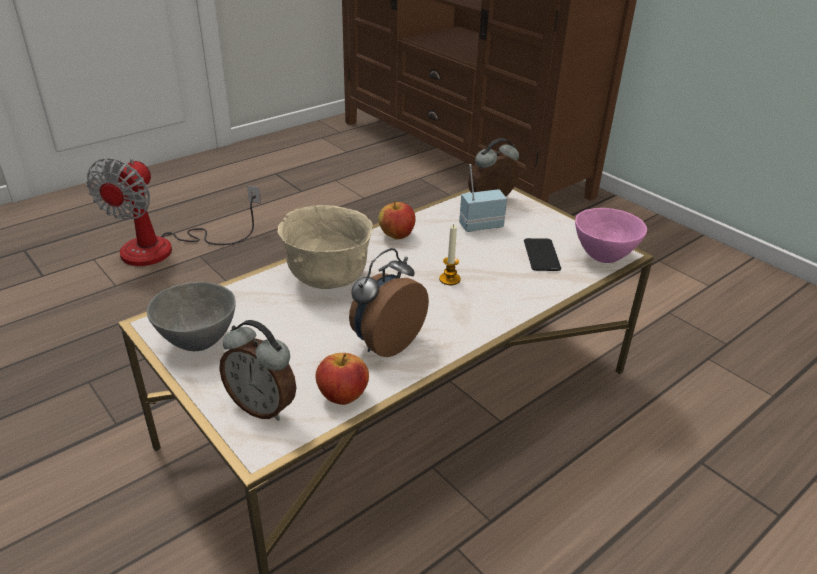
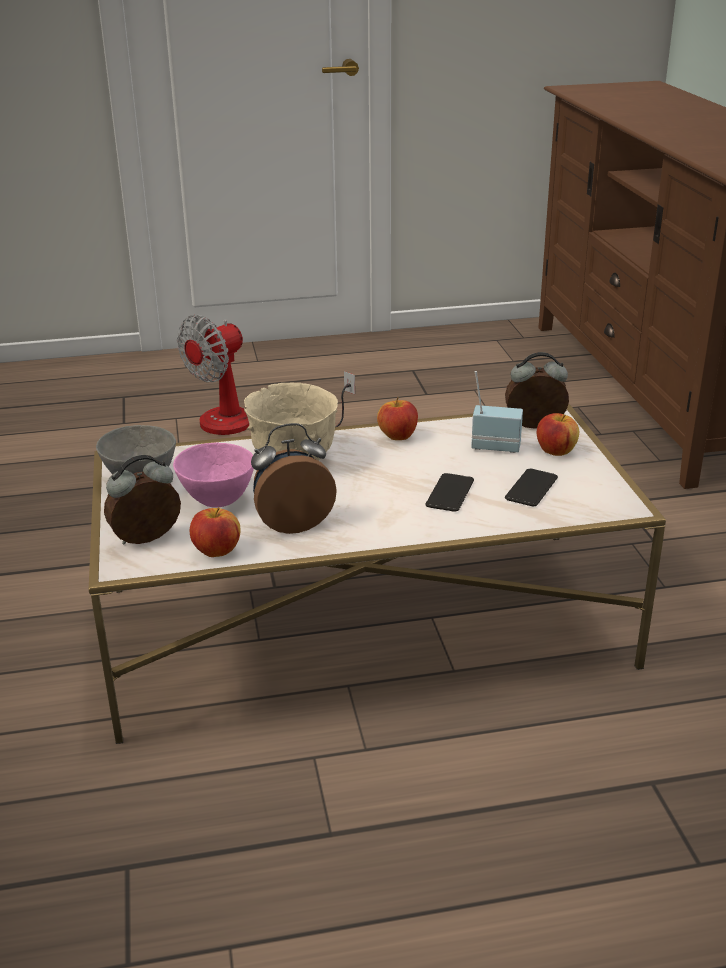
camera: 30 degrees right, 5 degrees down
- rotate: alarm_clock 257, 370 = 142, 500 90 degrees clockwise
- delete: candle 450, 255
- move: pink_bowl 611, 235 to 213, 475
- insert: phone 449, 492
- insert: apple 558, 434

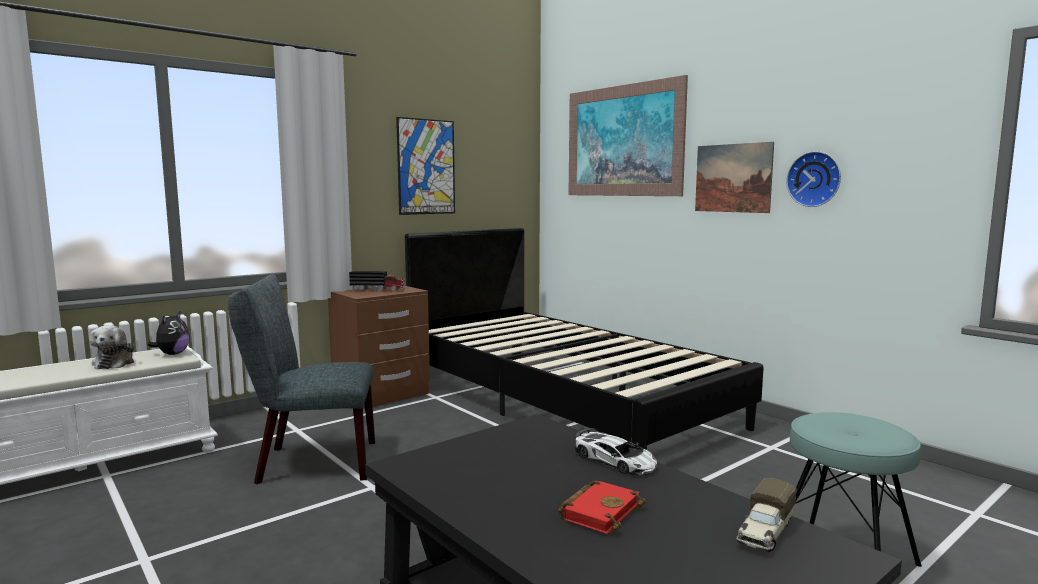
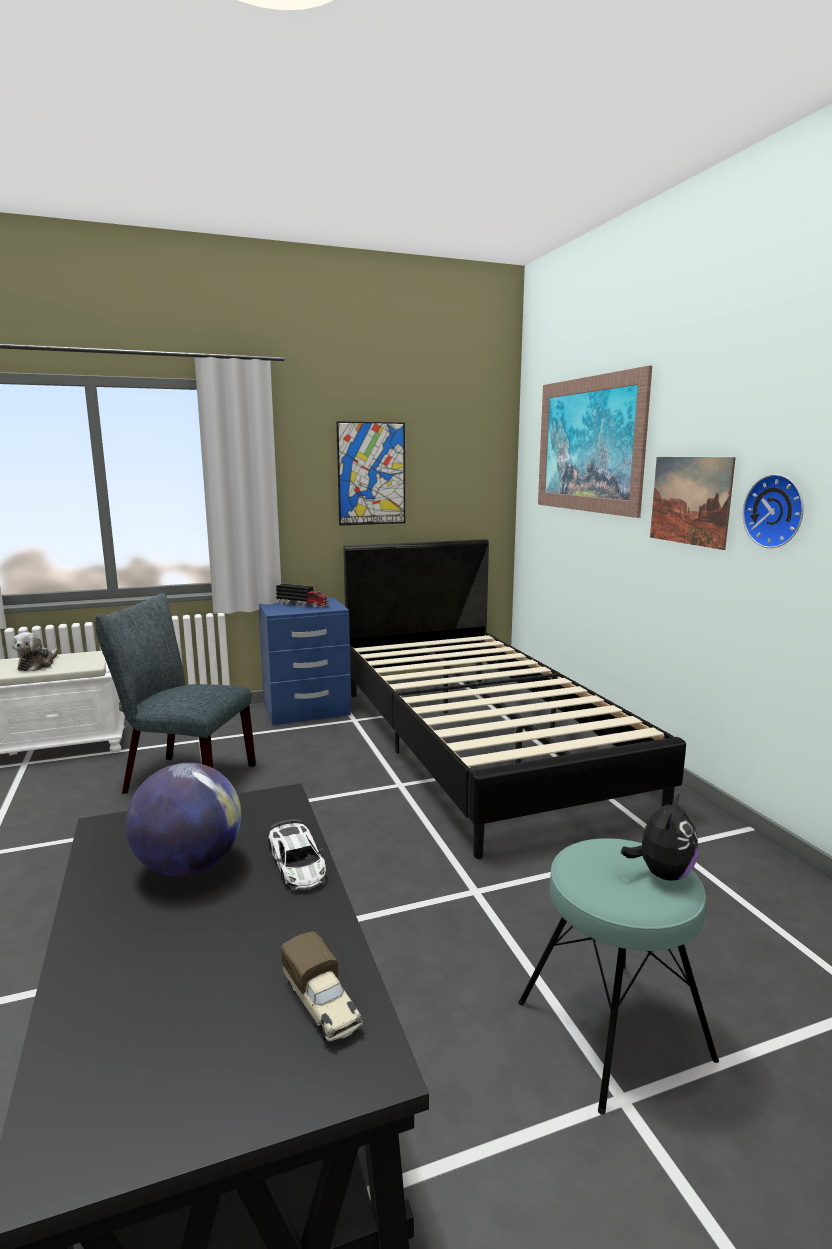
camera: 20 degrees right, 5 degrees up
- move: plush_toy 169, 333 to 659, 837
- recolor: brown_nightstand 379, 347 to blue_nightstand 305, 661
- delete: red_book 601, 507
- rotate: toy_truck 766, 515 = 322, 986 90 degrees counterclockwise
- insert: globe 183, 820

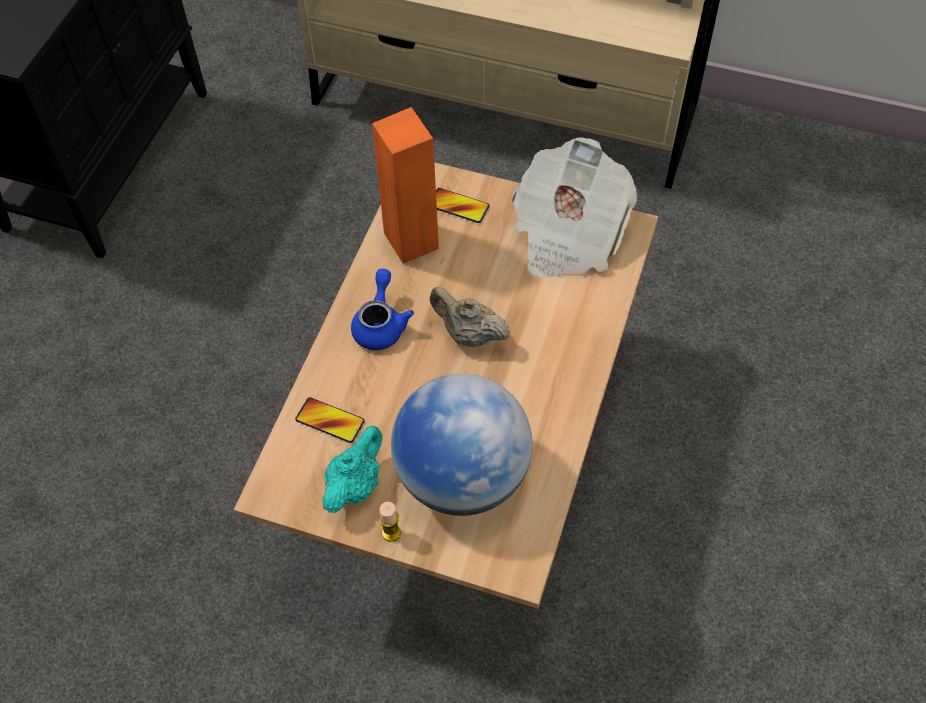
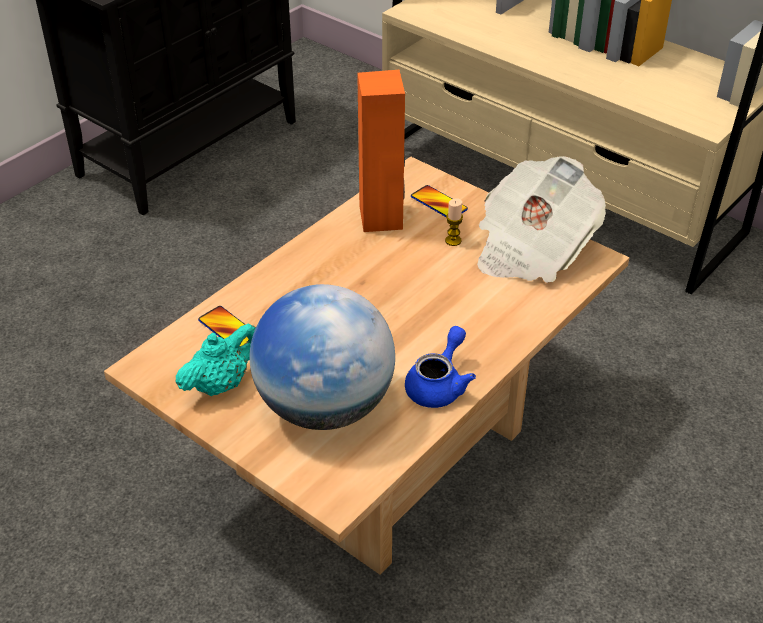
camera: 20 degrees right, 15 degrees down
- move: blue_teapot 382, 309 to 440, 367
- move: candle 390, 522 to 454, 222
- delete: beige_teapot 470, 317

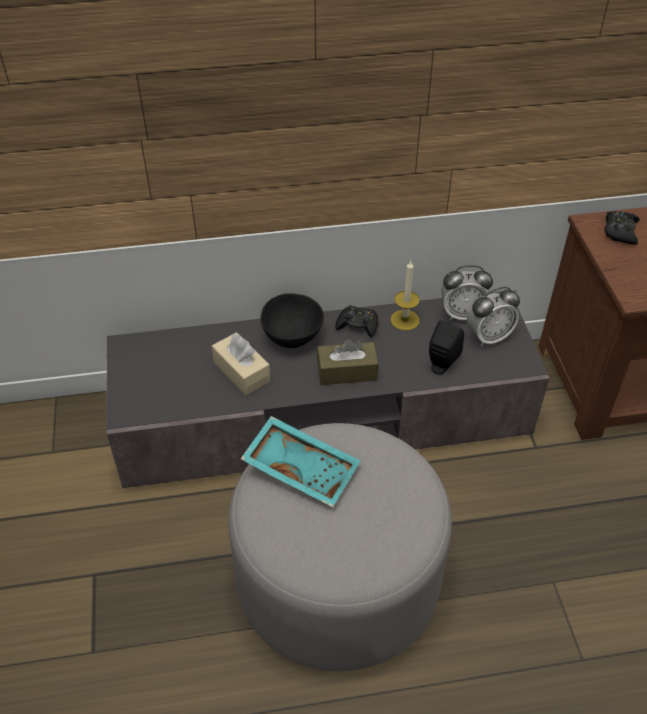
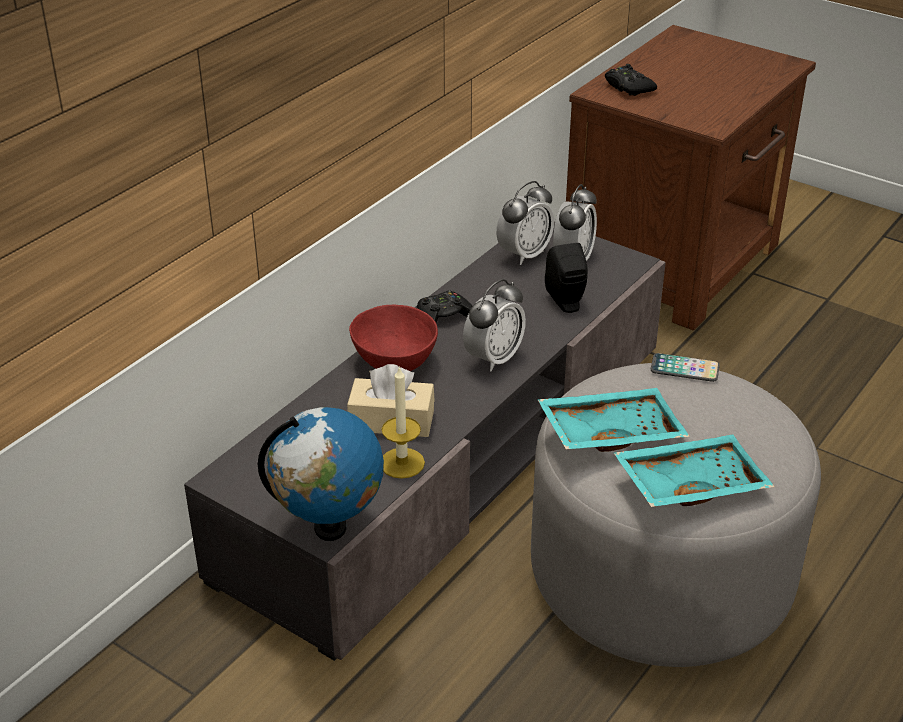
camera: 45 degrees left, 10 degrees down
- recolor: black_bowl 292, 320 to red_bowl 393, 338
- replace: brown_tissue_box 348, 362 to alarm_clock 494, 325
- move: candle 405, 296 to 403, 422
- insert: globe 321, 474
- insert: turquoise_tray 694, 471
- insert: phone 685, 367

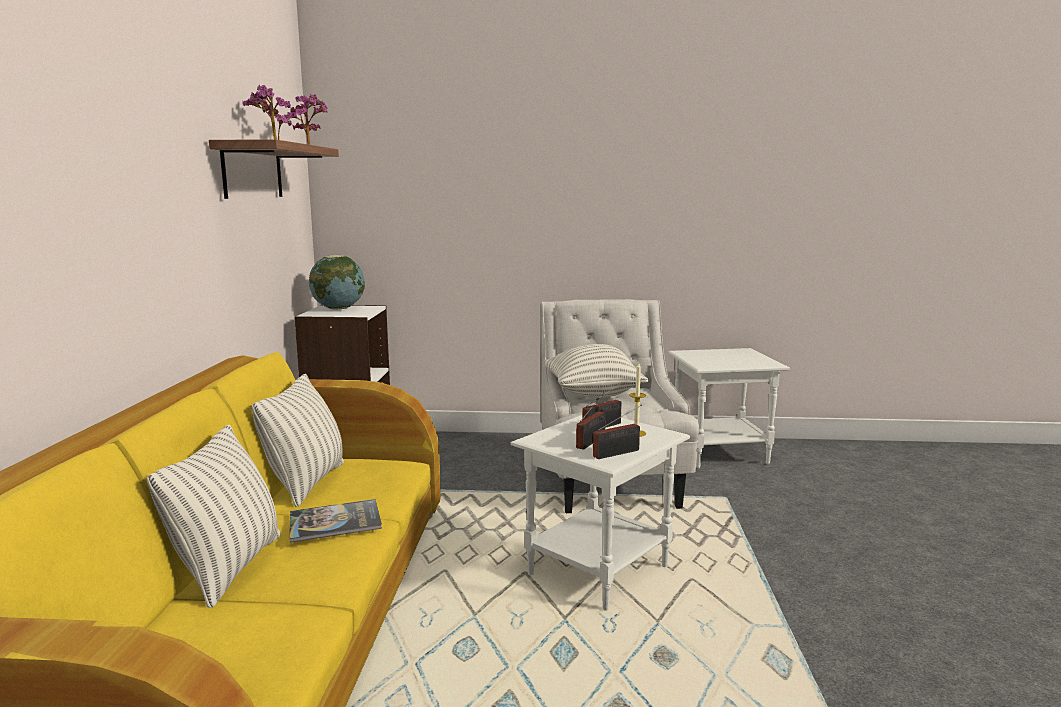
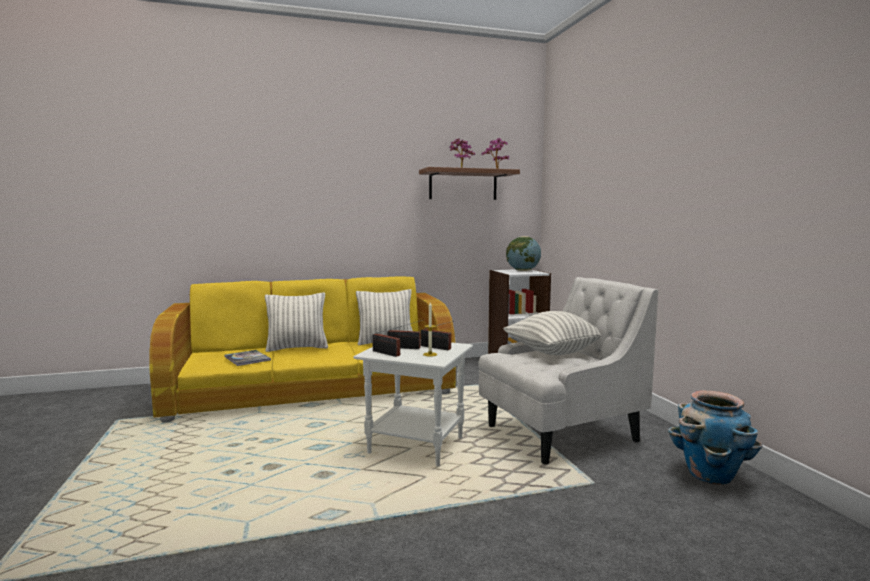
camera: 70 degrees right, 5 degrees down
- move: book 335, 521 to 248, 358
- replace: white_side_table 729, 408 to planter 715, 437

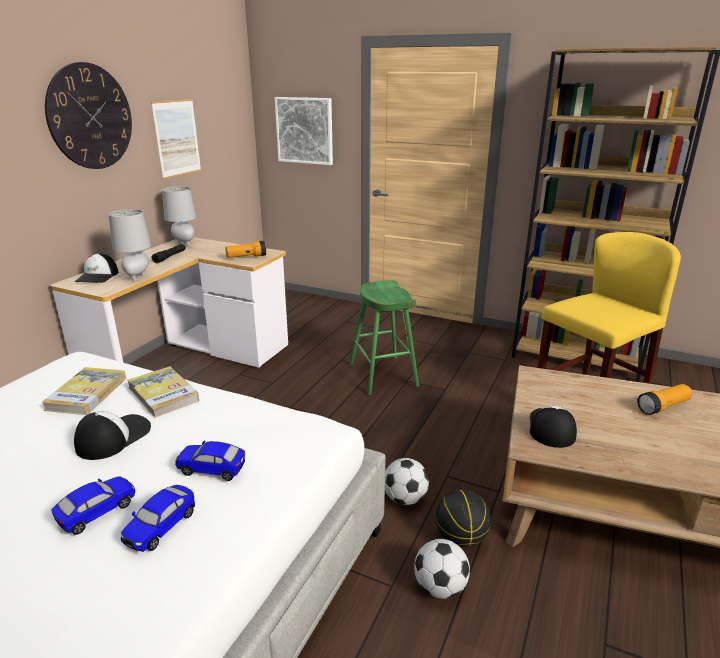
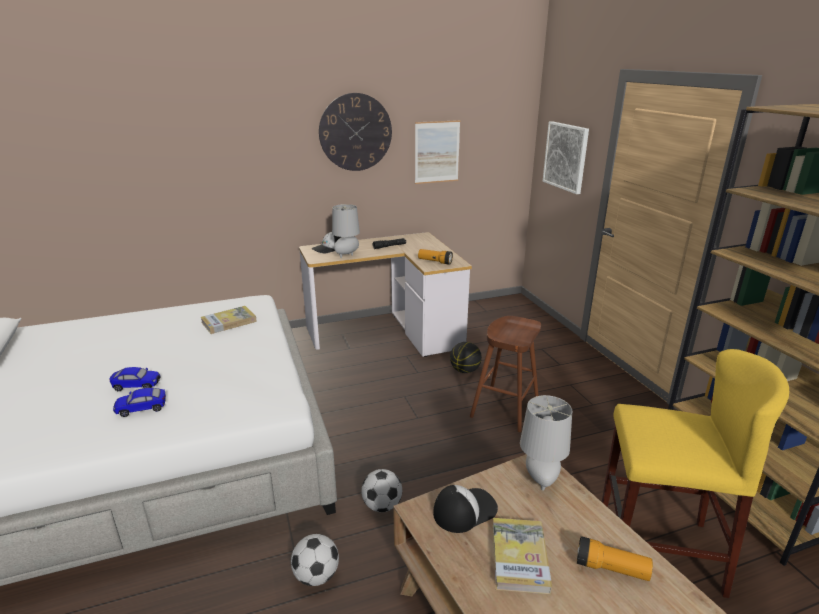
camera: 45 degrees right, 0 degrees up
- delete: cap 112, 435
- move: book 163, 392 to 522, 556
- move: grey_table_lamp 179, 216 to 546, 443
- delete: toy_car 210, 461
- recolor: green_stool 384, 337 to brown_stool 505, 374
- move: basketball 463, 518 to 466, 357

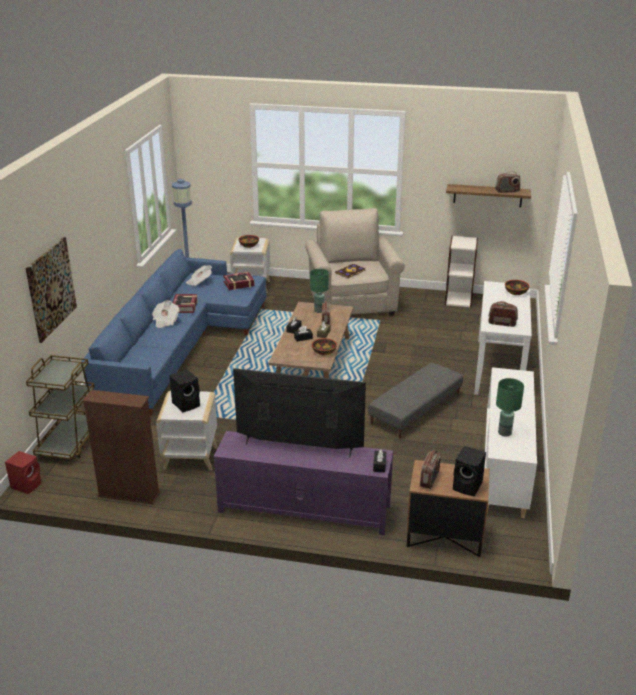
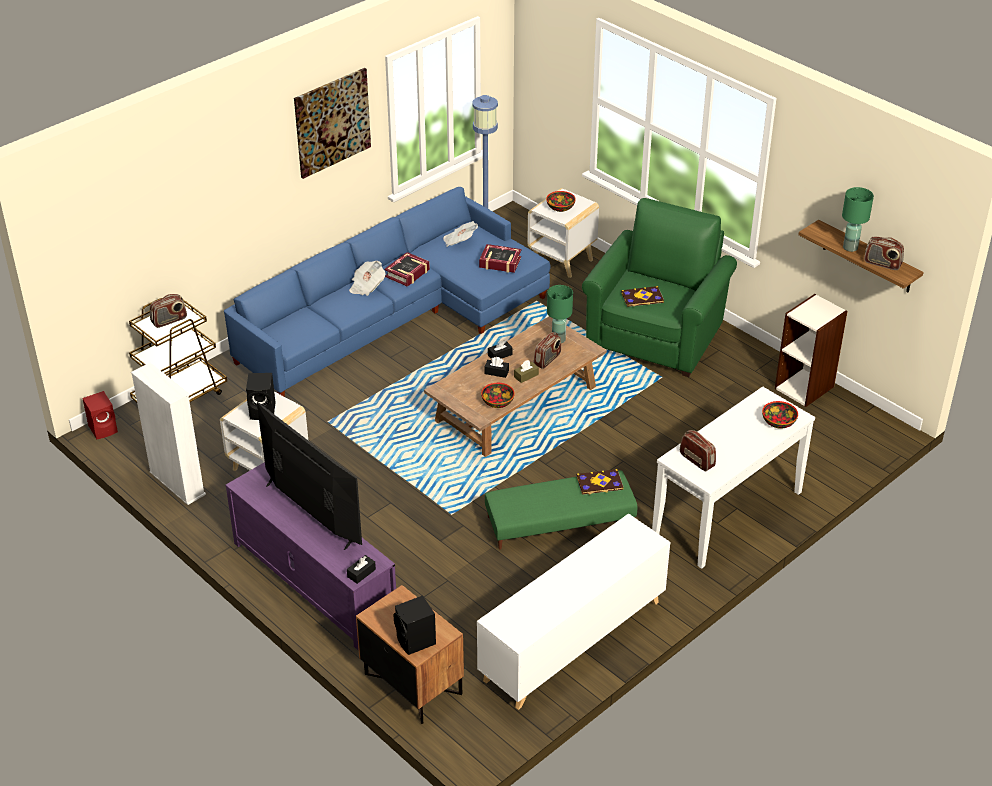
camera: 35 degrees right, 10 degrees up
- move: picture 51, 290 to 332, 123
- recolor: brown_bookcase 121, 447 to white_bookcase 168, 434
- recolor: beige_armchair 355, 262 to green_armchair 659, 287
- recolor: grey_ottoman 415, 400 to green_ottoman 561, 510
- move: radio 430, 469 to 168, 311
- move: green_table_lamp 510, 407 to 858, 219
- insert: book 600, 482

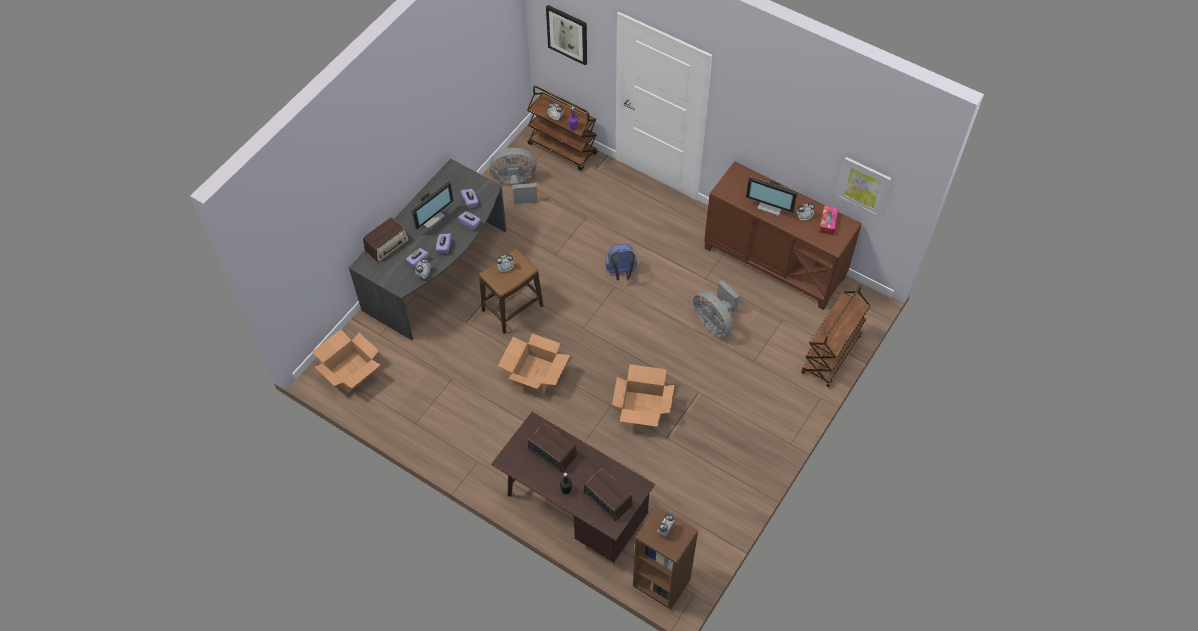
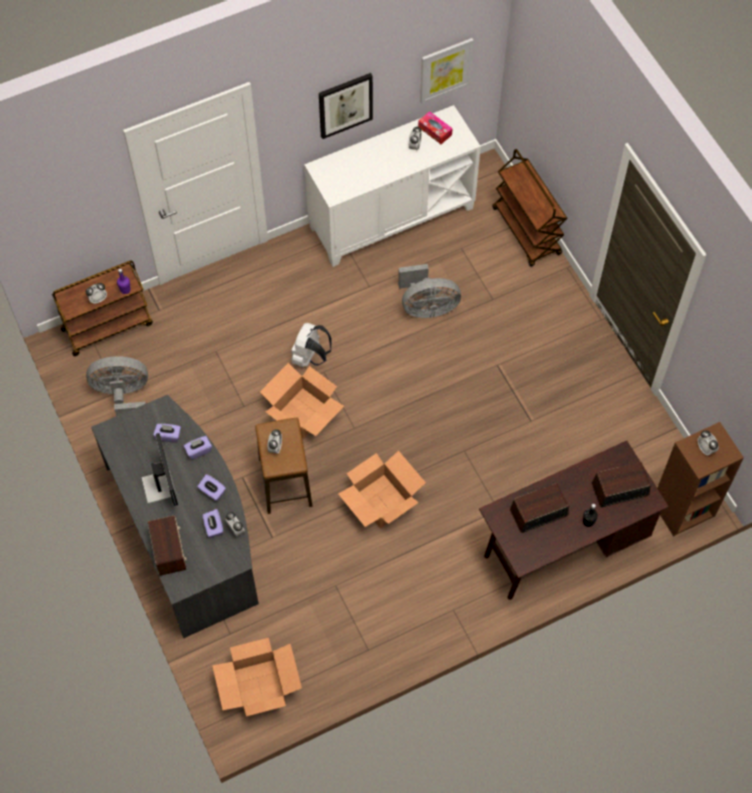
camera: 60 degrees left, 5 degrees up
- rotate: grey_fan 513, 176 = 117, 386 60 degrees clockwise
- move: picture 566, 35 to 346, 106
- recolor: blue_backpack 621, 262 to white_backpack 311, 345
- move: cardboard_box 643, 395 to 302, 401
- recolor: brown_cabinet 783, 235 to white_cabinet 392, 186
- delete: monitor 772, 196

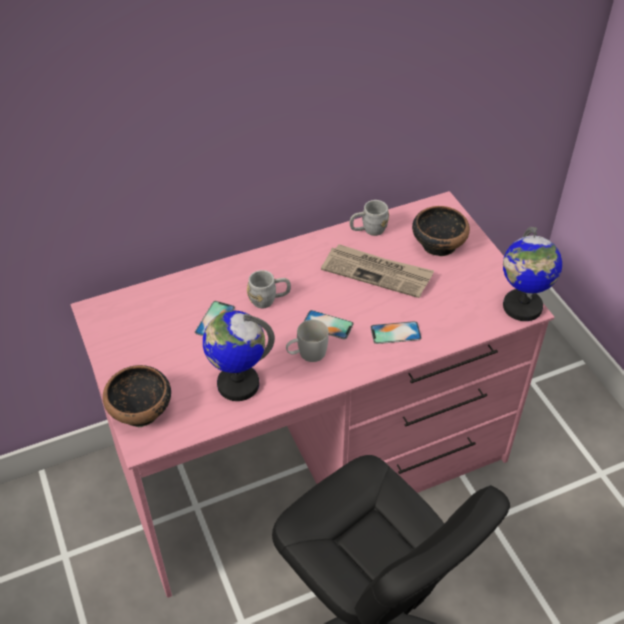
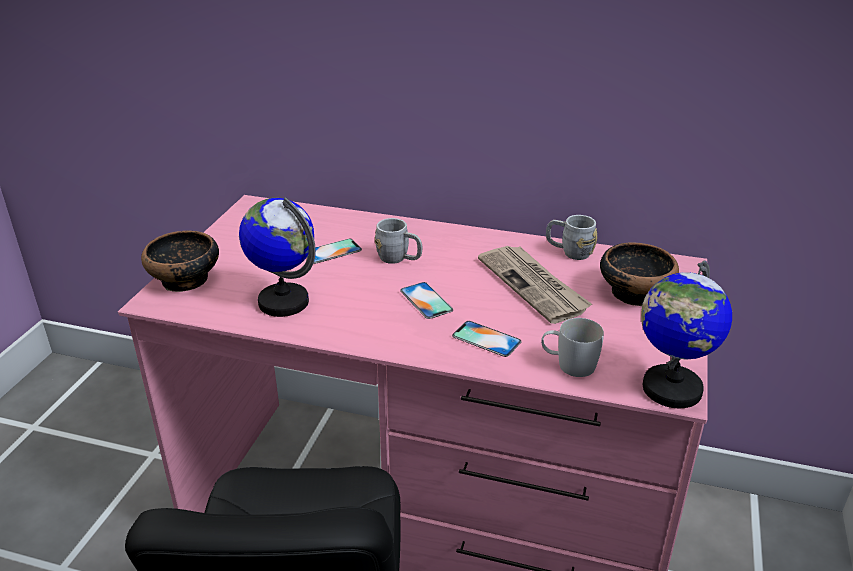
camera: 40 degrees right, 15 degrees down
- move: white_mug 307, 340 to 572, 347

